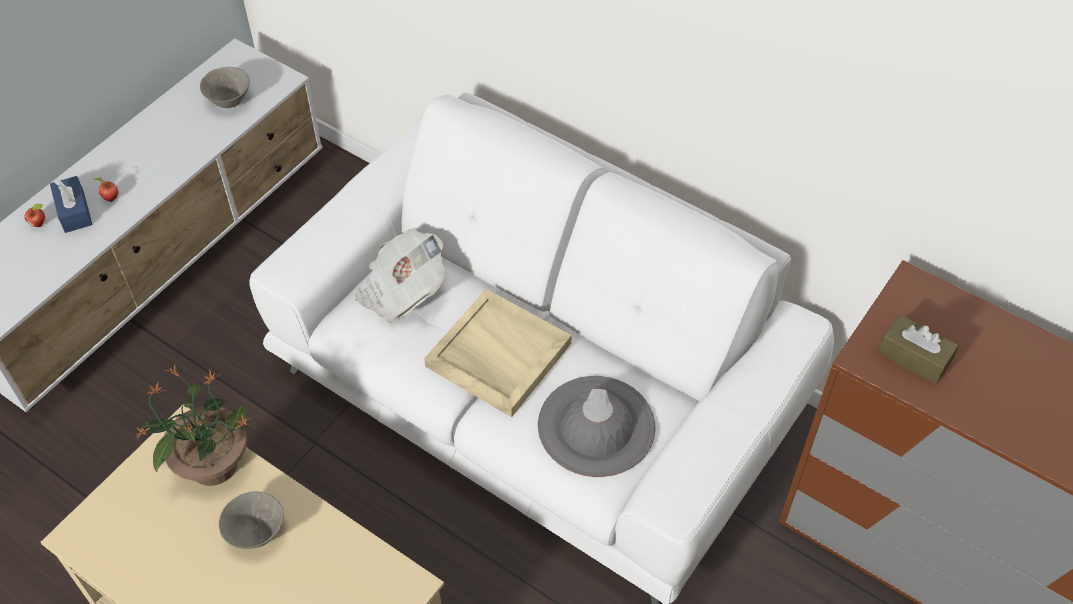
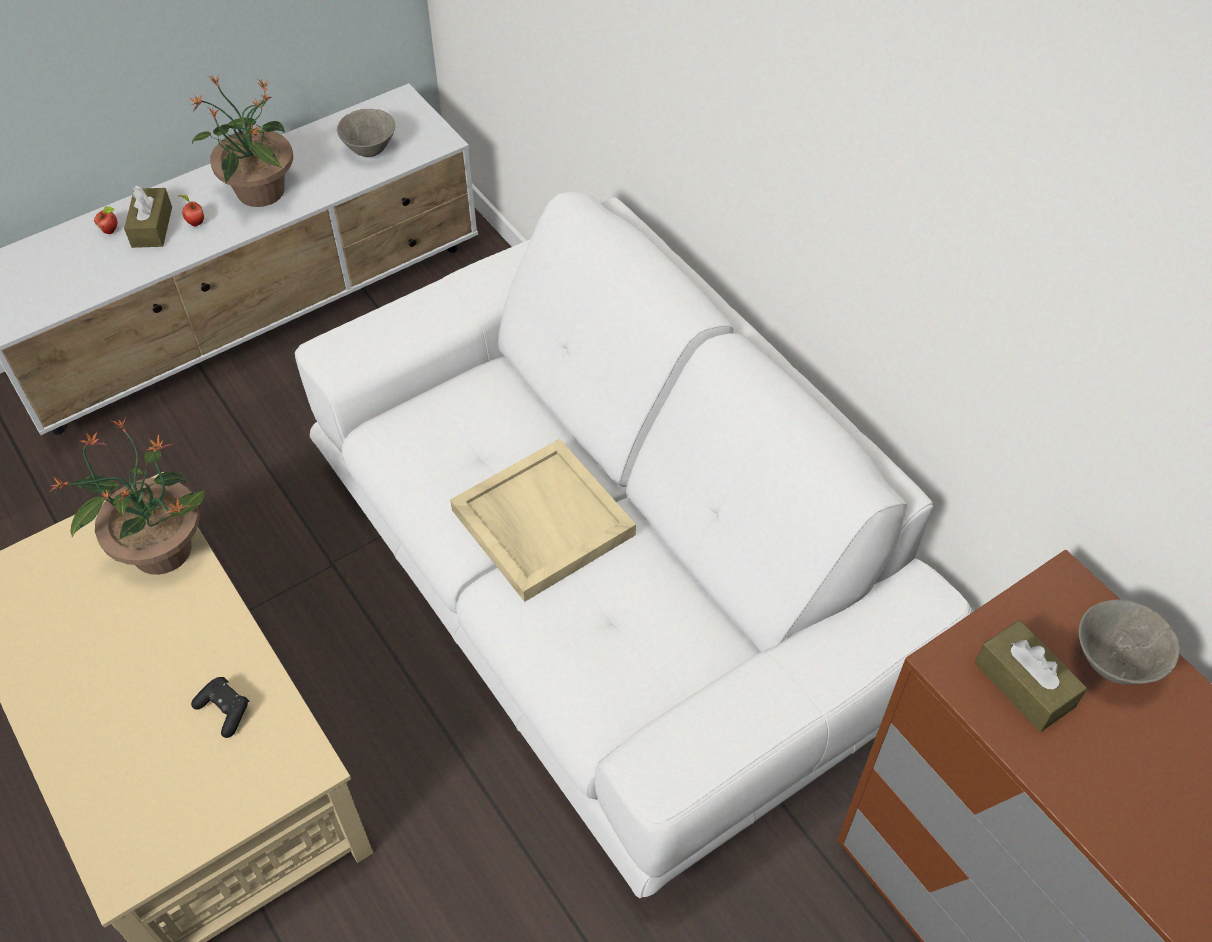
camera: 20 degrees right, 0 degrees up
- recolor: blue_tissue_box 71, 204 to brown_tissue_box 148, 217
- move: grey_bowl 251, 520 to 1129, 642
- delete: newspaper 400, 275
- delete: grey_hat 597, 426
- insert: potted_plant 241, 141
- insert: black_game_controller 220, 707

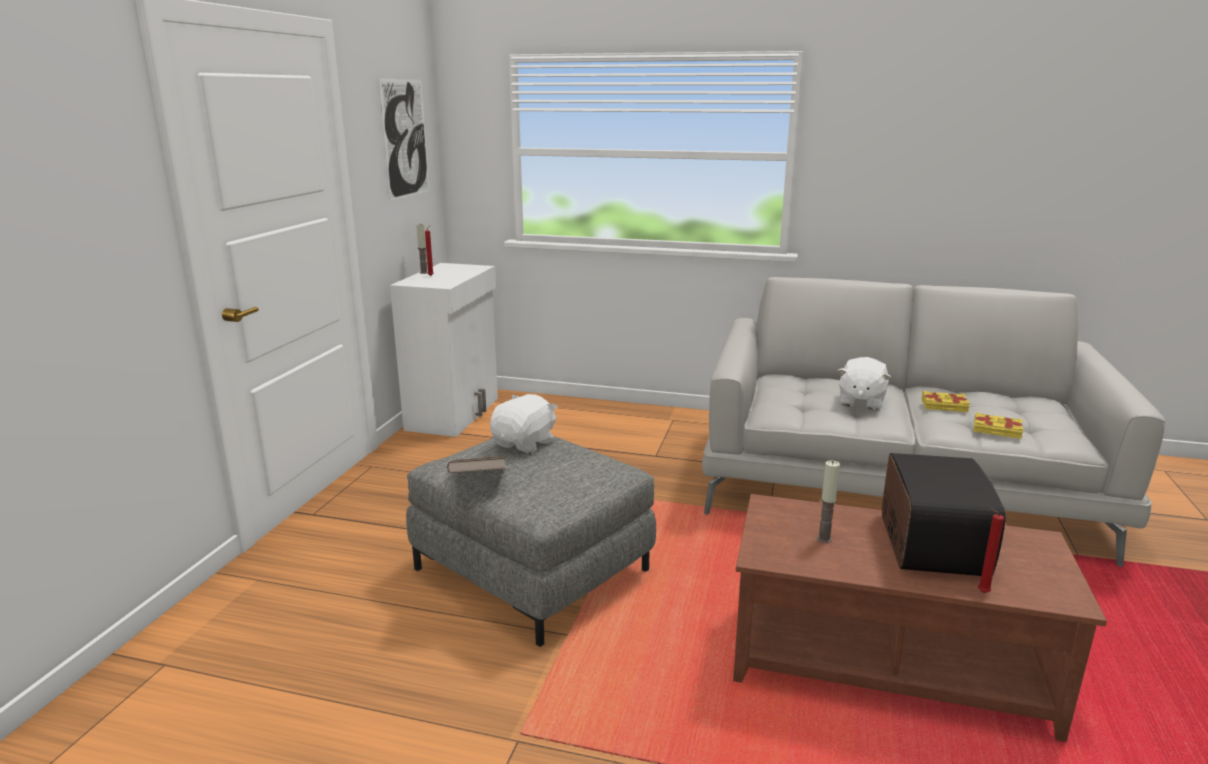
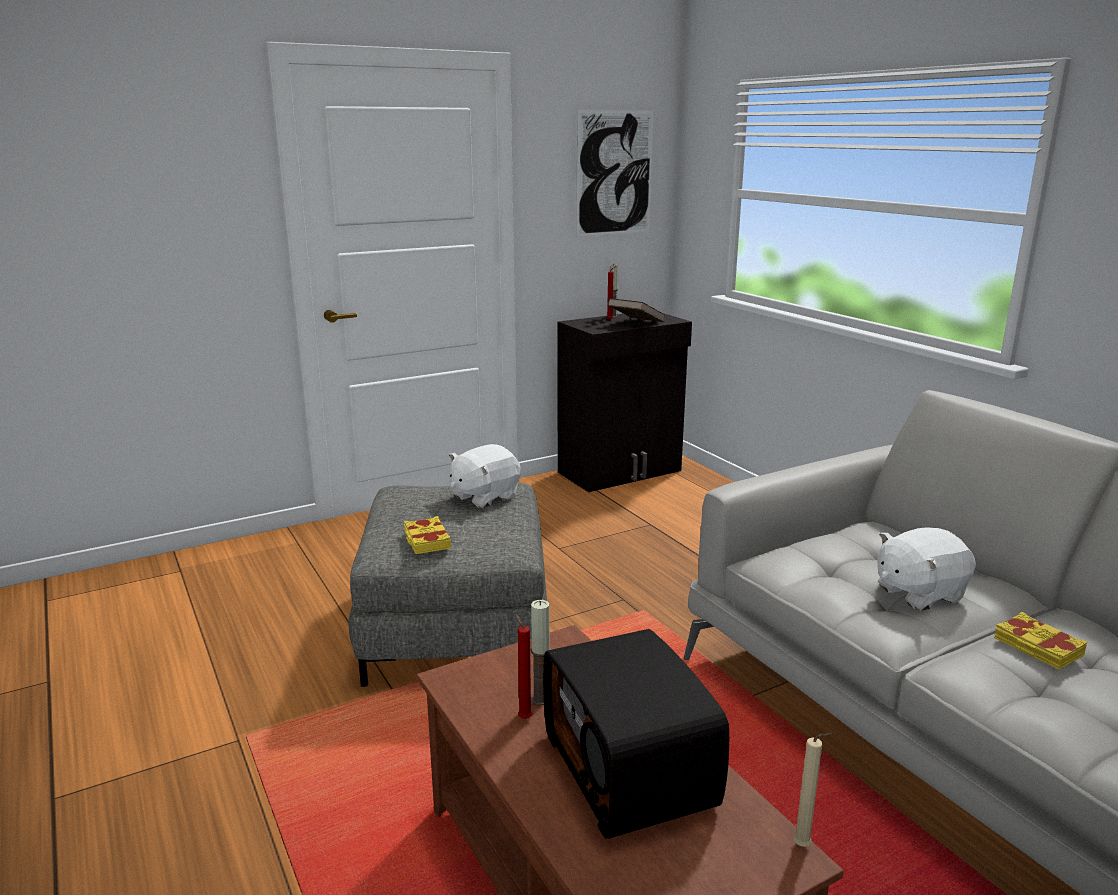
camera: 45 degrees right, 0 degrees up
- recolor: white_cabinet 444, 350 to black_cabinet 625, 402
- move: brown_book 476, 464 to 636, 310
- rotate: white_plush_toy 523, 424 = 485, 476 150 degrees clockwise
- rotate: radio 944, 514 = 636, 734 105 degrees clockwise
- move: yellow_book 999, 425 to 427, 535
- move: red_candle 991, 550 to 523, 666
- insert: beige_candle 813, 790

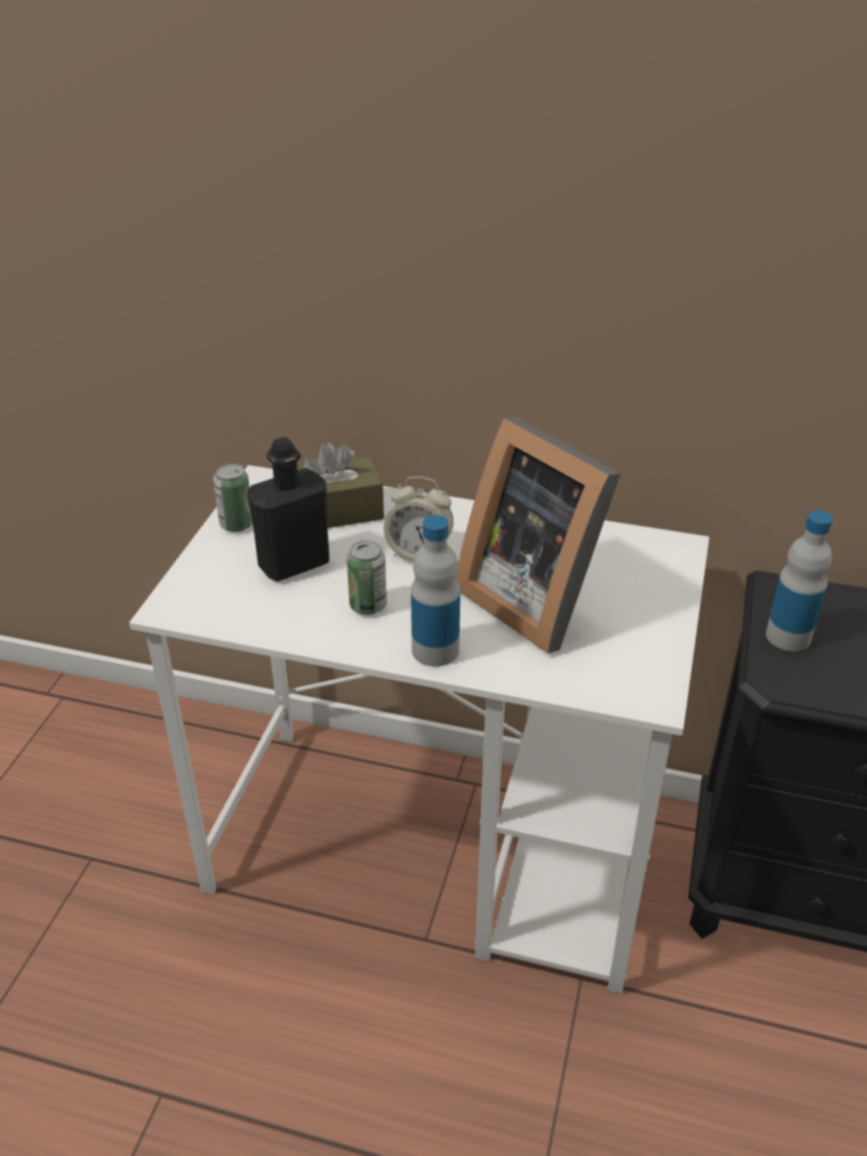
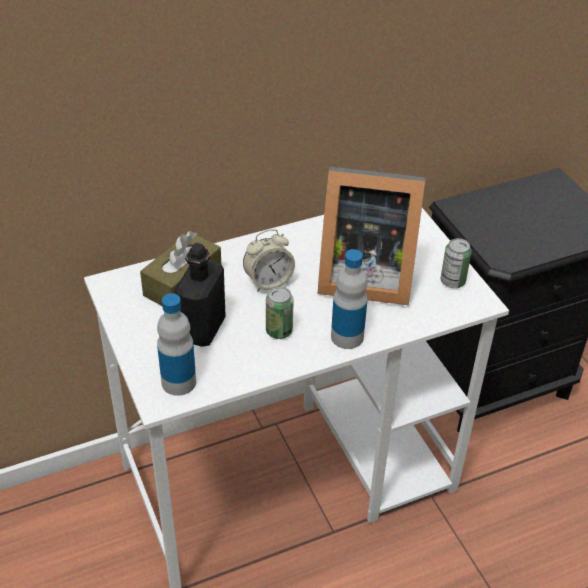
camera: 40 degrees left, 5 degrees up
- move: can 233, 497 to 456, 263
- move: bottle 799, 580 to 176, 344

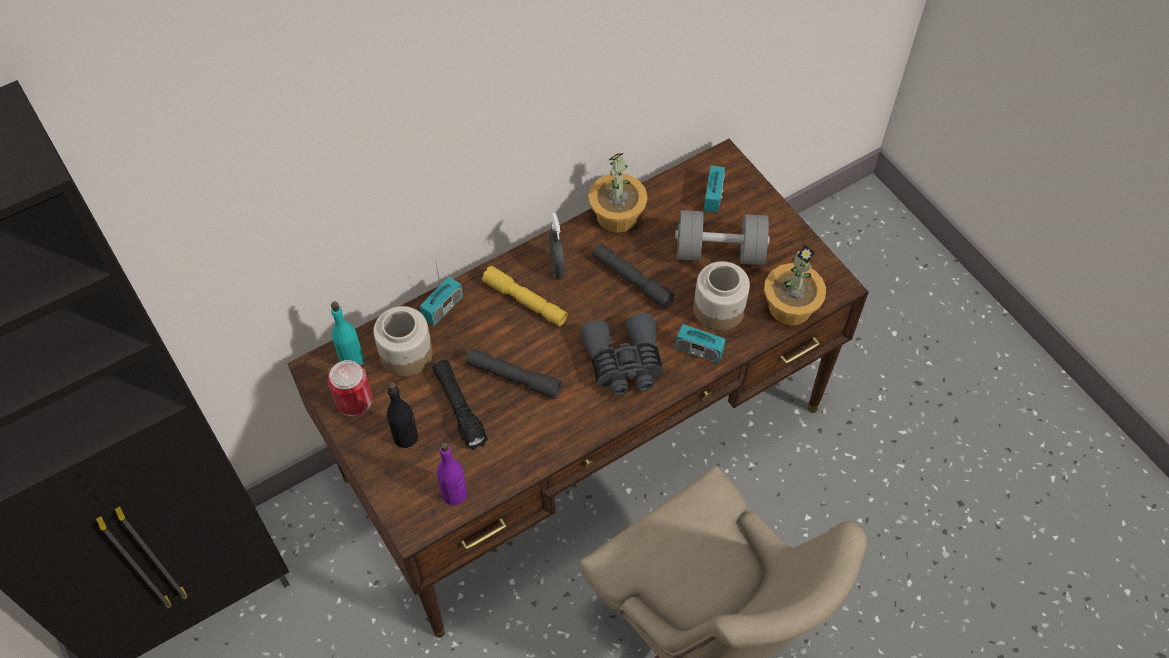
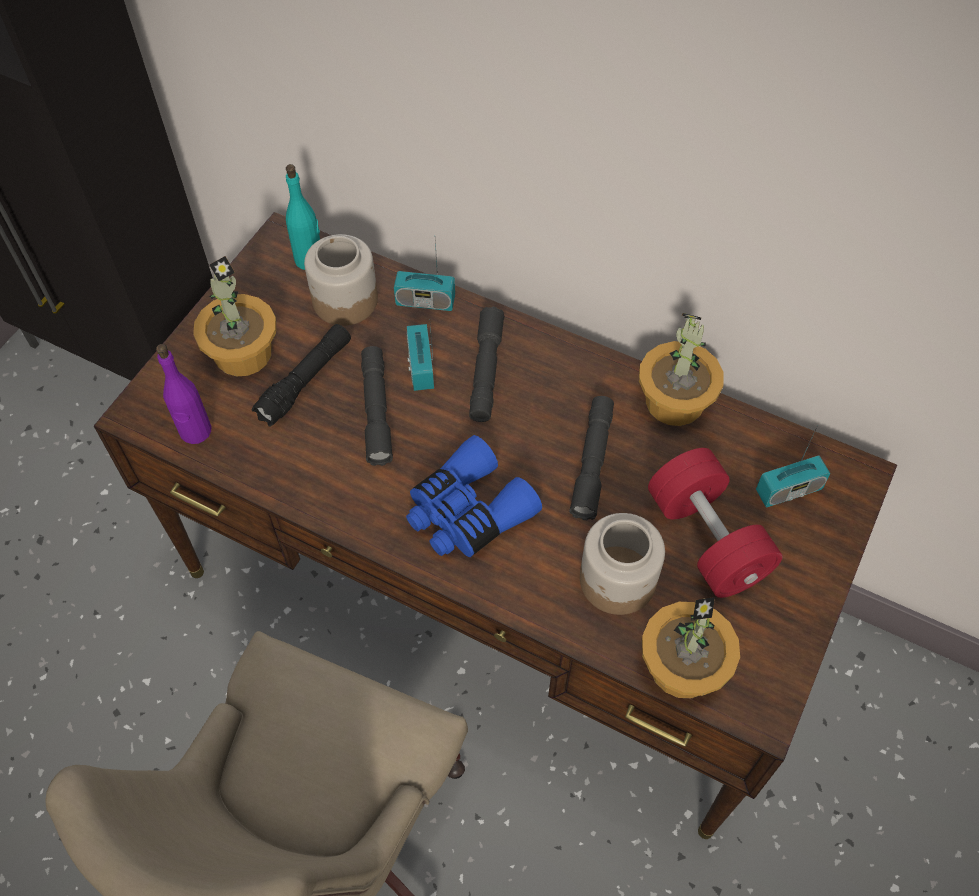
camera: 60 degrees right, 0 degrees up
- delete: can 350, 388
- replace: black_bottle 402, 415 to potted_plant 234, 316
- recolor: yellow_flashlight 525, 295 to grey_flashlight 487, 364
- delete: grey_spray_bottle 557, 246
- recolor: grey_binoculars 621, 354 to blue_binoculars 474, 496
- recolor: grey_dumbbell 722, 237 to red_dumbbell 715, 523
- move: radio 700, 337 to 420, 357

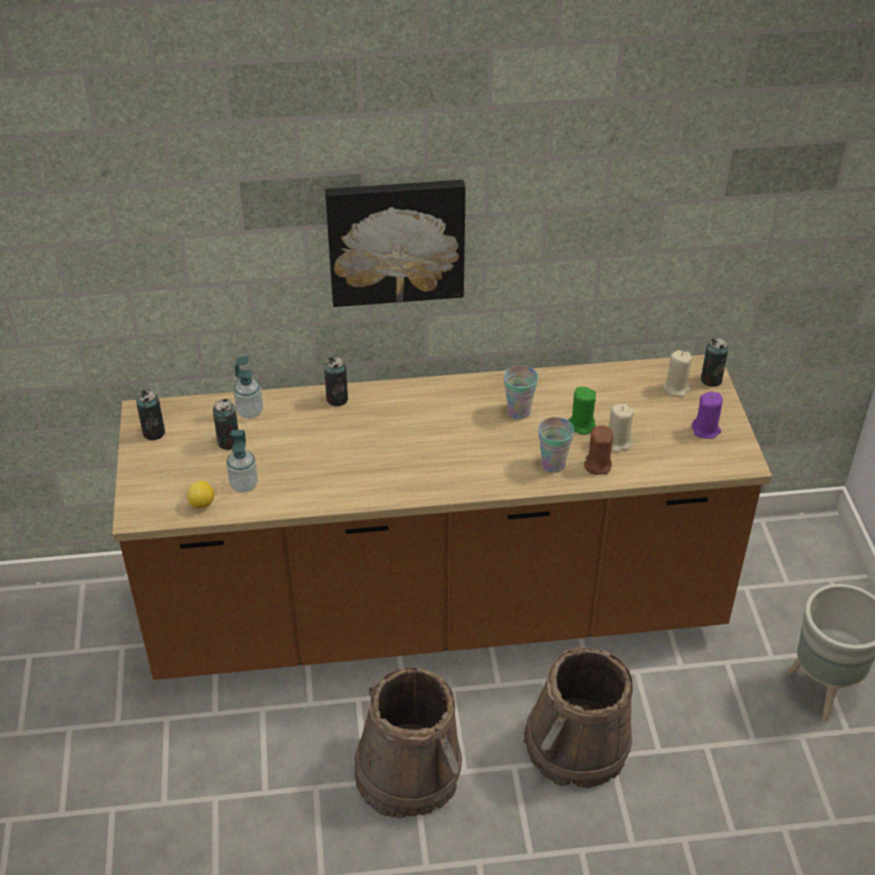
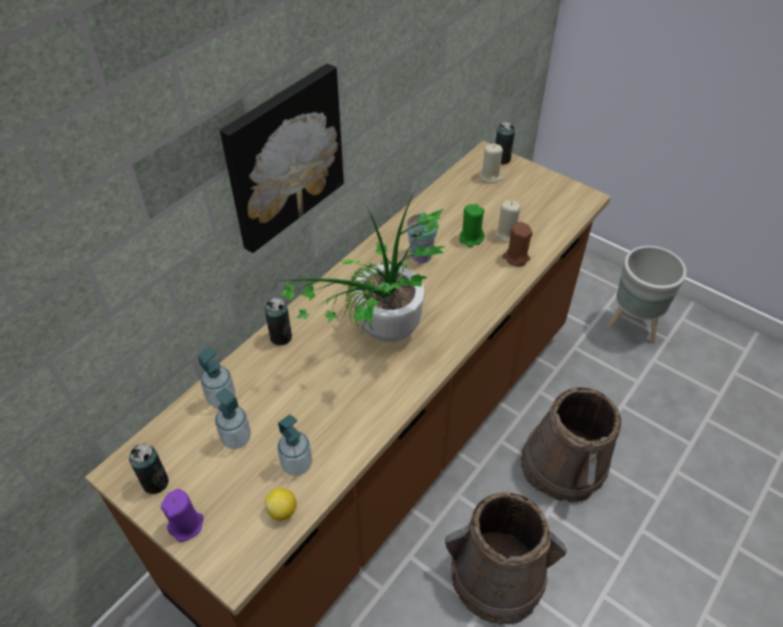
camera: 45 degrees left, 5 degrees up
- replace: can 225, 424 to soap_dispenser 233, 418
- delete: cup 556, 445
- move: purple_candle 707, 415 to 182, 515
- insert: potted_plant 362, 267

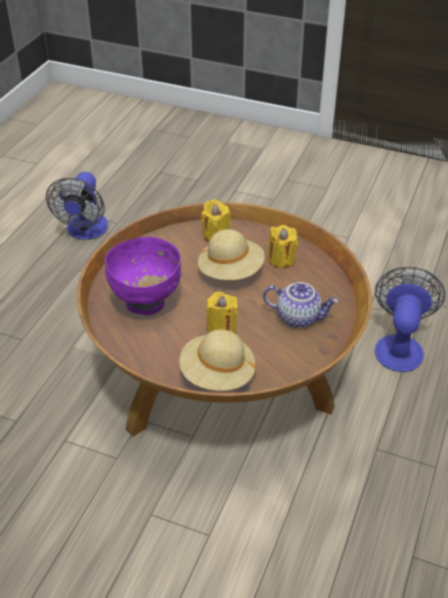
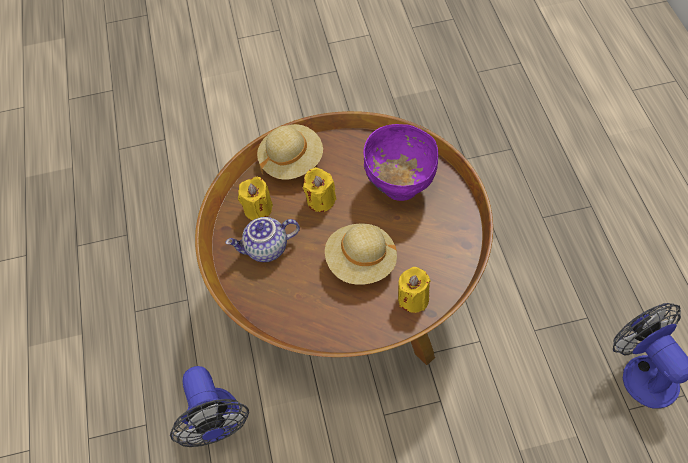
camera: 150 degrees right, 15 degrees up
- move: yellow_candle 283, 246 to 255, 198

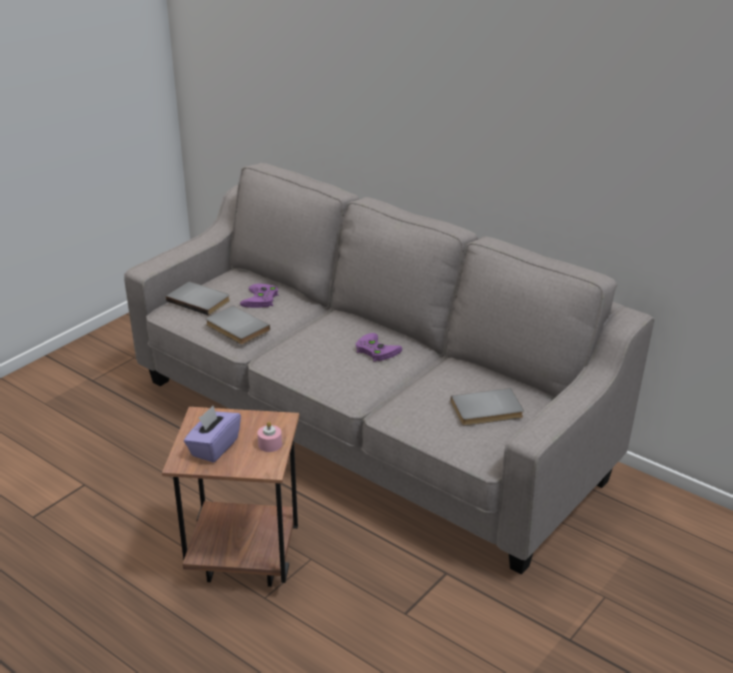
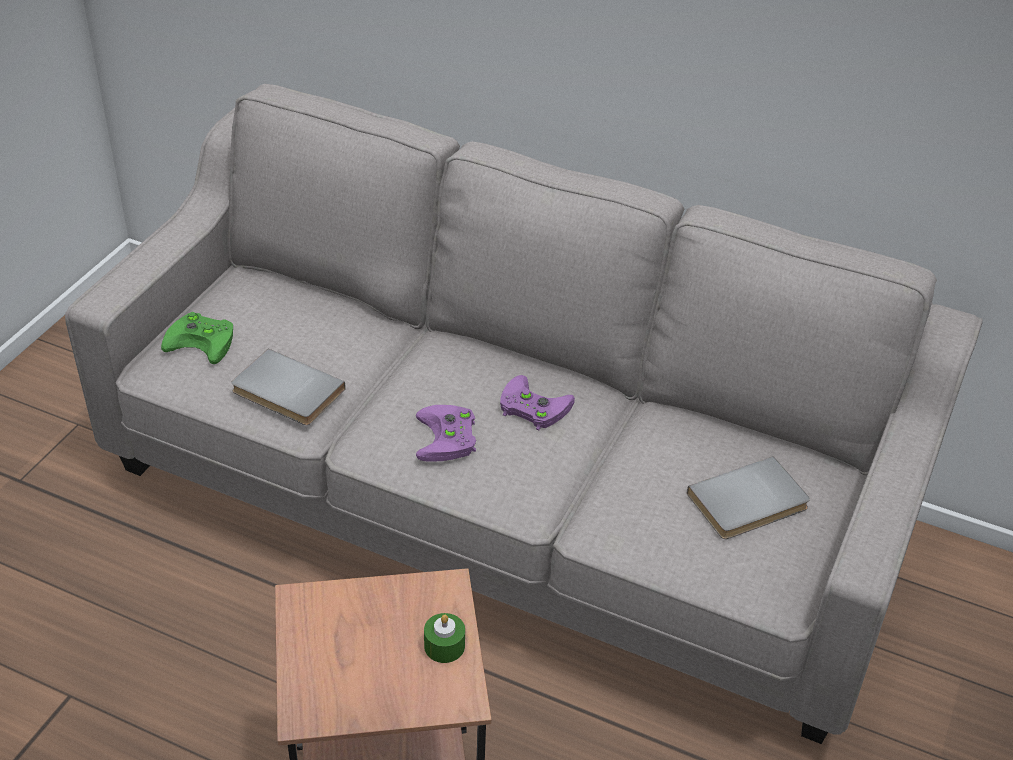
camera: 15 degrees left, 10 degrees up
- replace: grey_book 198, 299 to green_game_controller 197, 338
- delete: purple_tissue_box 212, 434
- move: purple_game_controller 259, 296 to 446, 433
- recolor: pink_candle 269, 437 to green_candle 444, 638

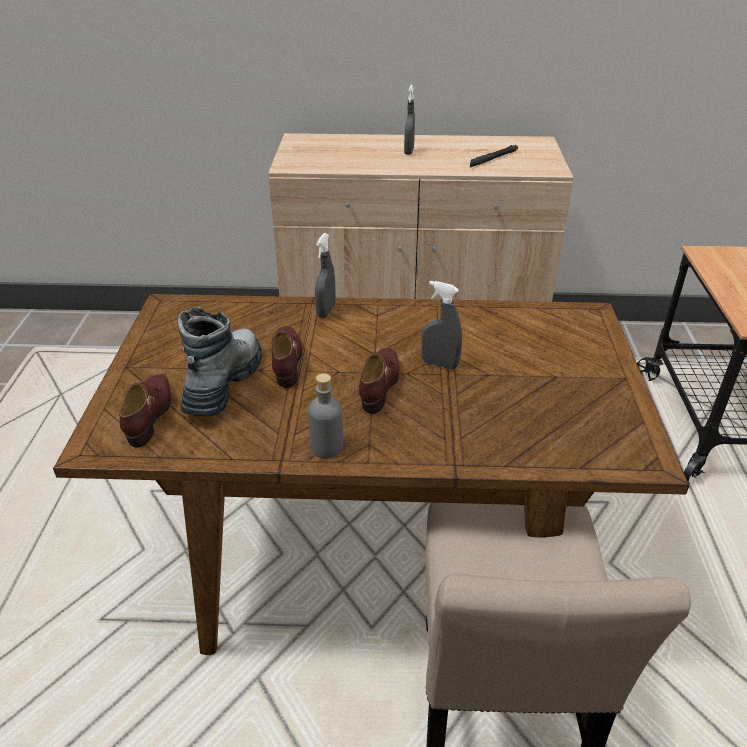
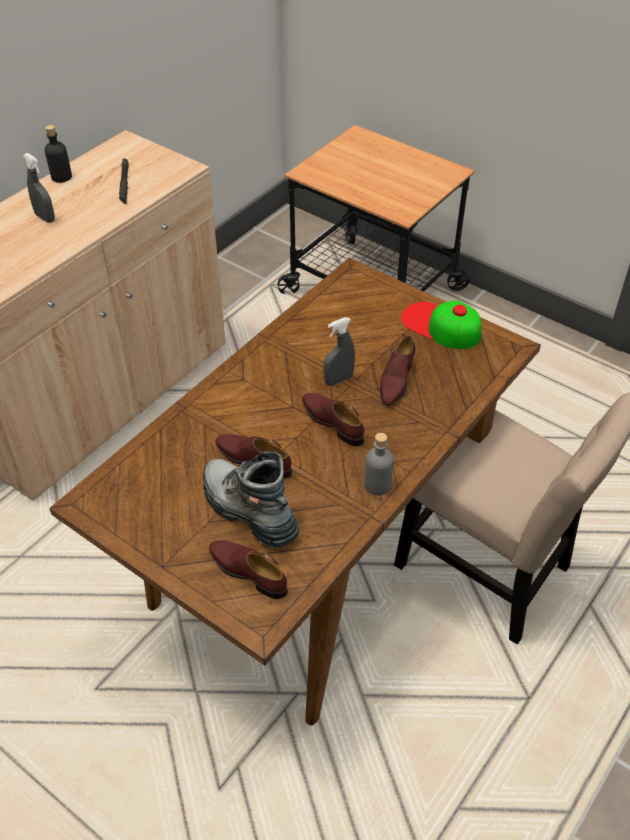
camera: 55 degrees left, 10 degrees up
- delete: grey_spray_bottle 325, 275
- insert: black_bottle 58, 154
- insert: brown_shoe 397, 370
- insert: cap 441, 325

